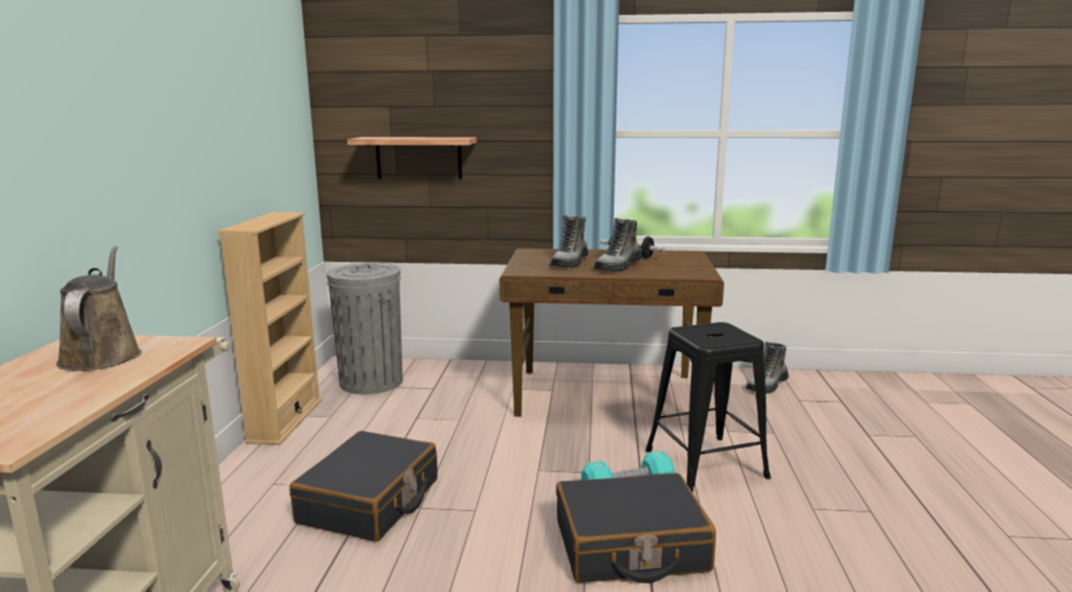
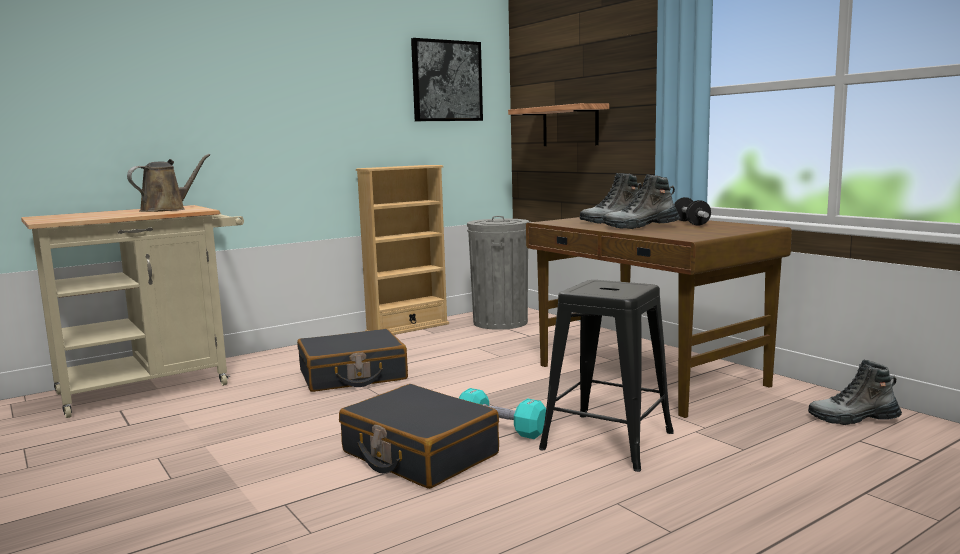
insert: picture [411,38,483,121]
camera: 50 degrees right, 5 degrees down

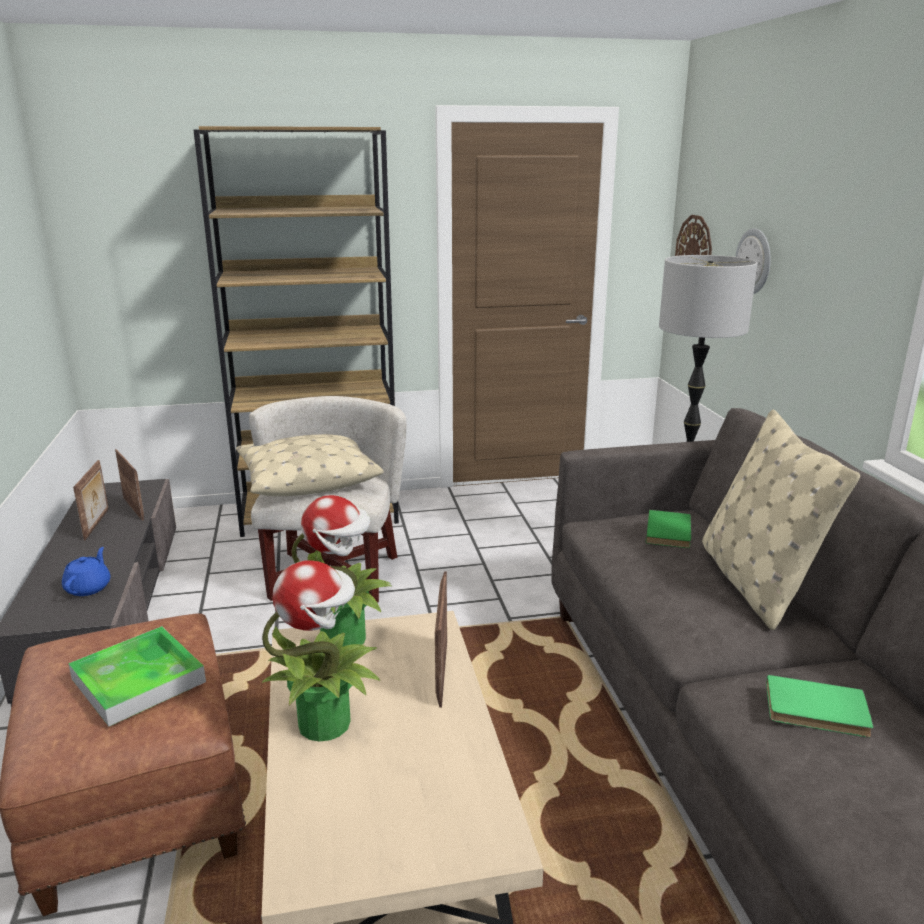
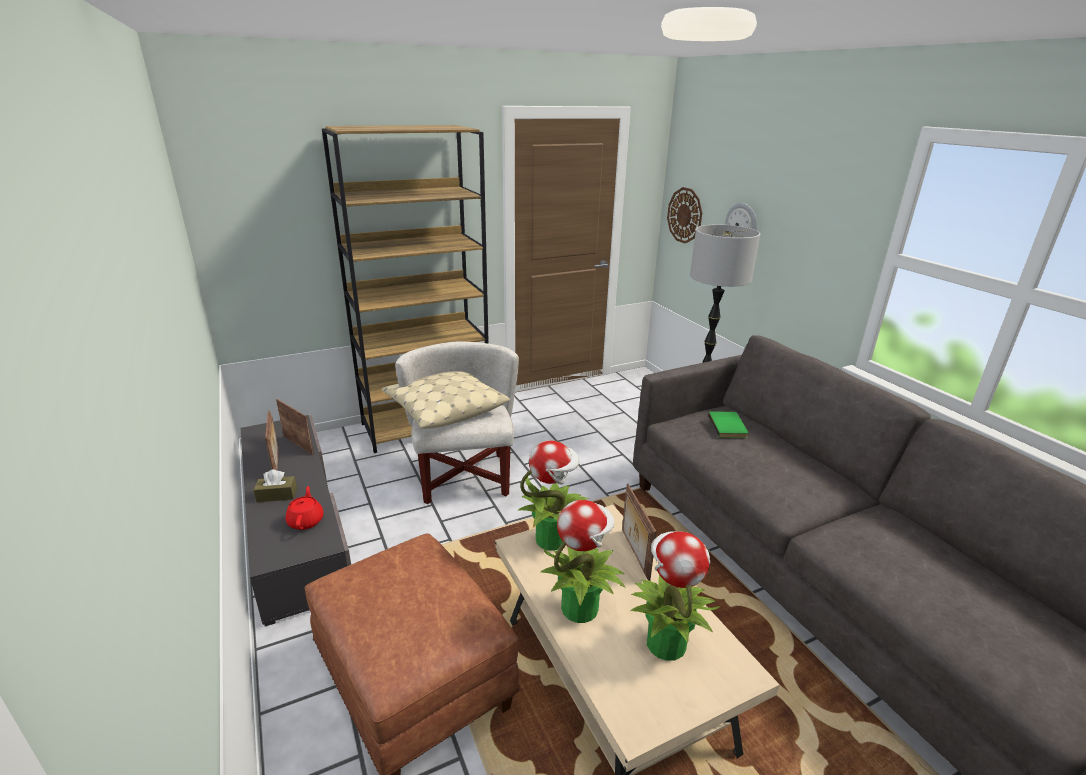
delete: tray [68,626,206,726]; pillow in beige [702,410,860,630]; book in green [766,675,874,737]
insert: tissue box in brown [254,469,297,502]; potted plant [631,531,721,660]
recolor: teapot in blue [62,547,110,596] to teapot in red [285,486,323,530]
camera: 15 degrees left, 5 degrees up

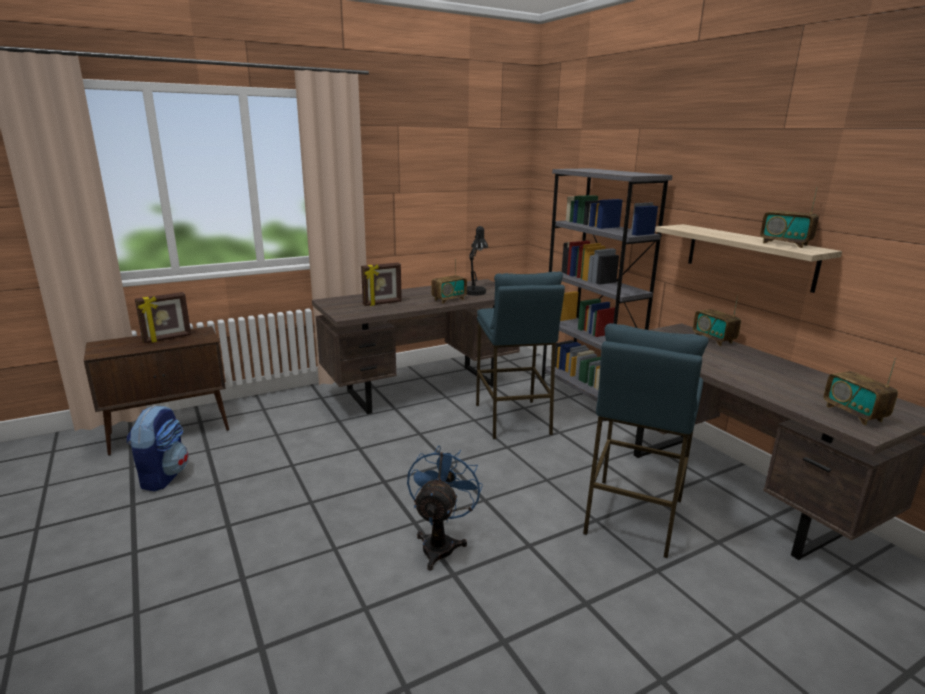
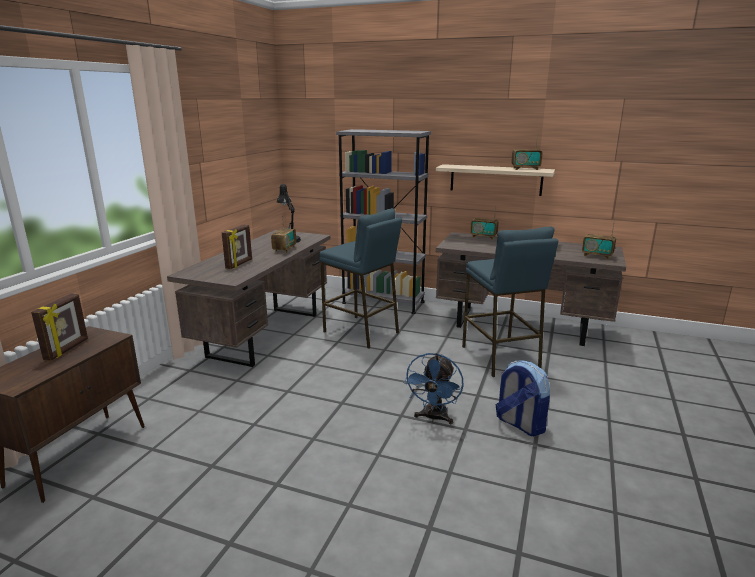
move: backpack [127,405,188,492] to [496,360,550,436]
rotate: fan in blue [407,446,483,570] = [403,353,463,424] 135 degrees counterclockwise
camera: 40 degrees left, 0 degrees up

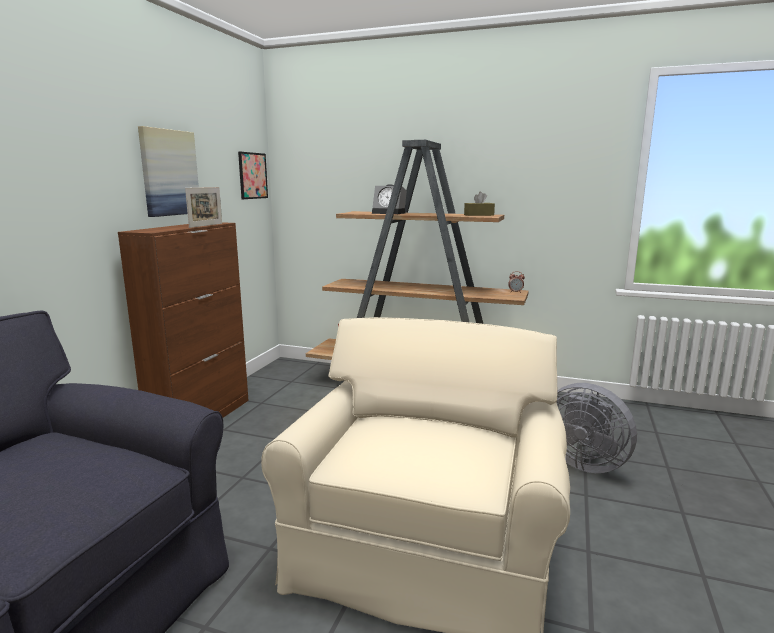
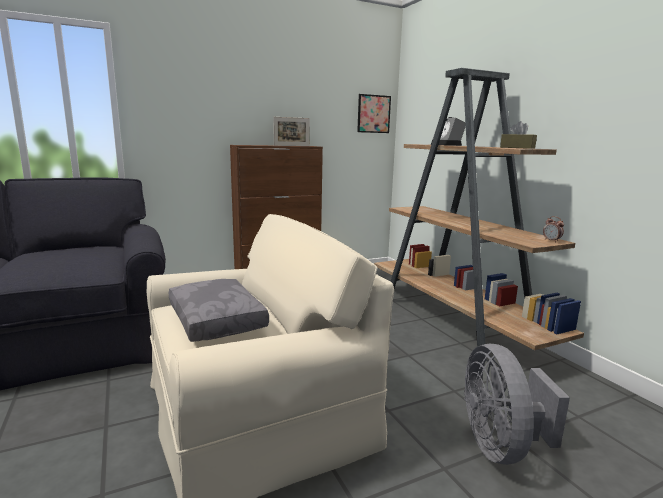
delete: picture [138,126,199,217]
insert: pillow in grey [169,279,269,342]
camera: 45 degrees right, 0 degrees up

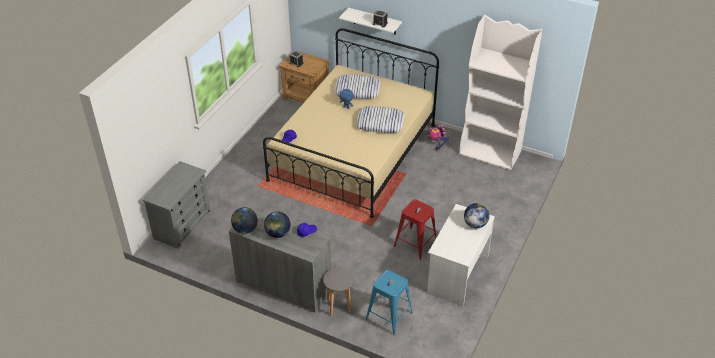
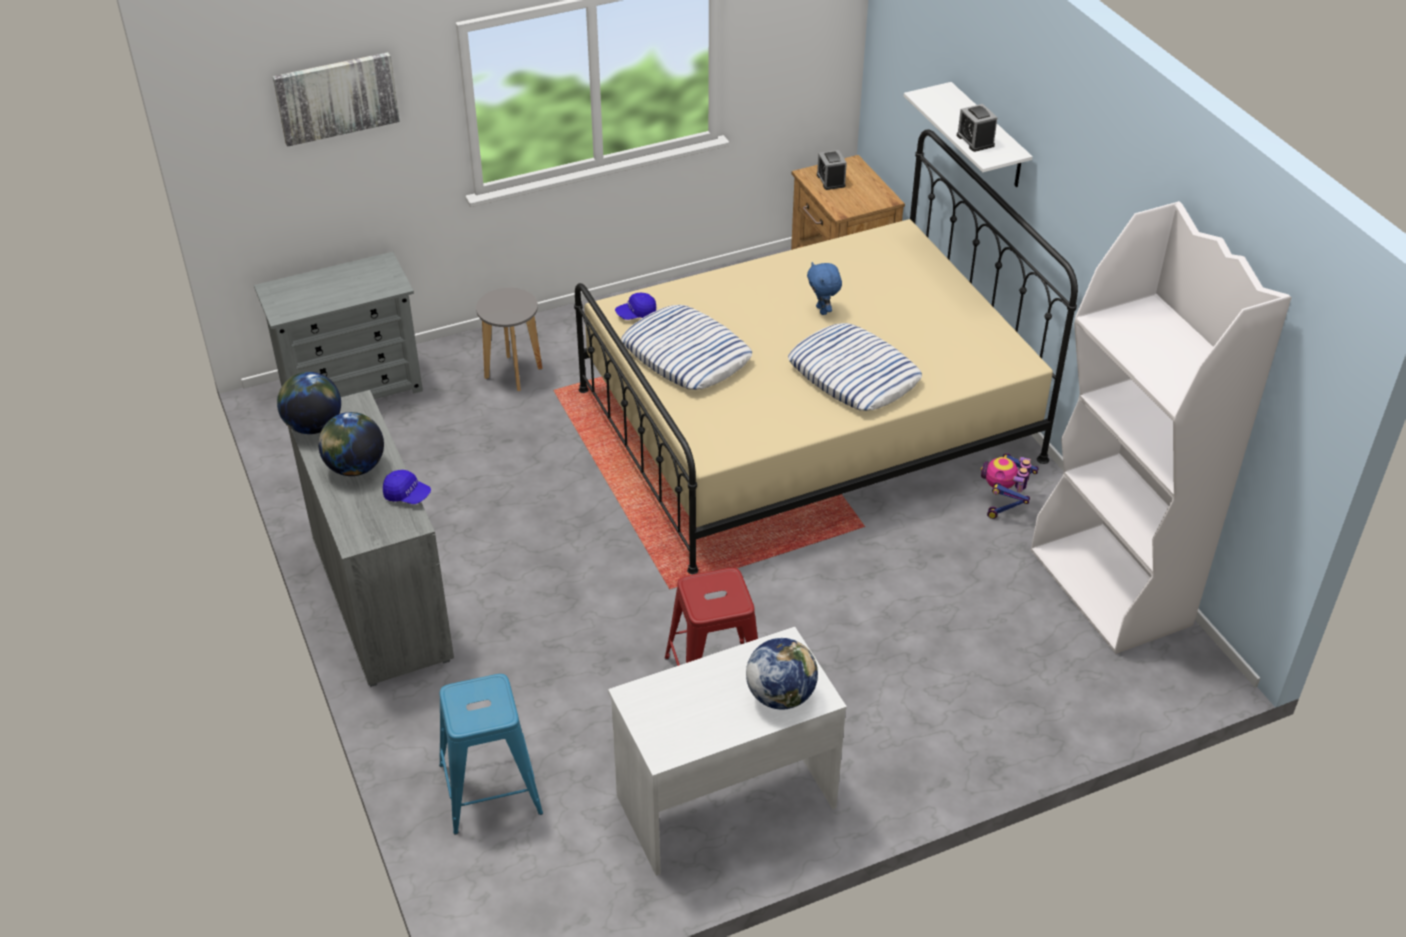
insert: picture [273,52,400,147]
move: stool in grey [323,268,354,316] to [476,288,542,391]; pillow [335,75,381,99] to [621,305,752,390]
camera: 40 degrees right, 0 degrees up

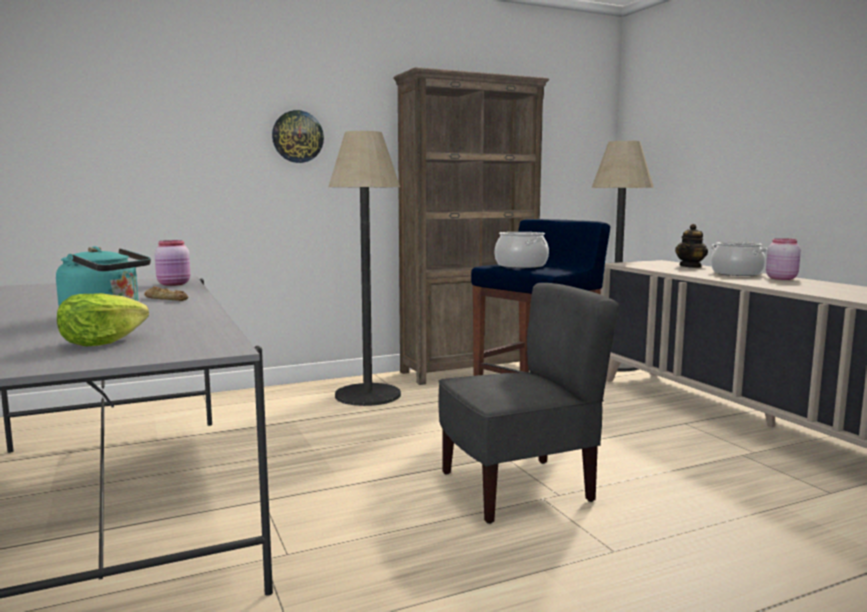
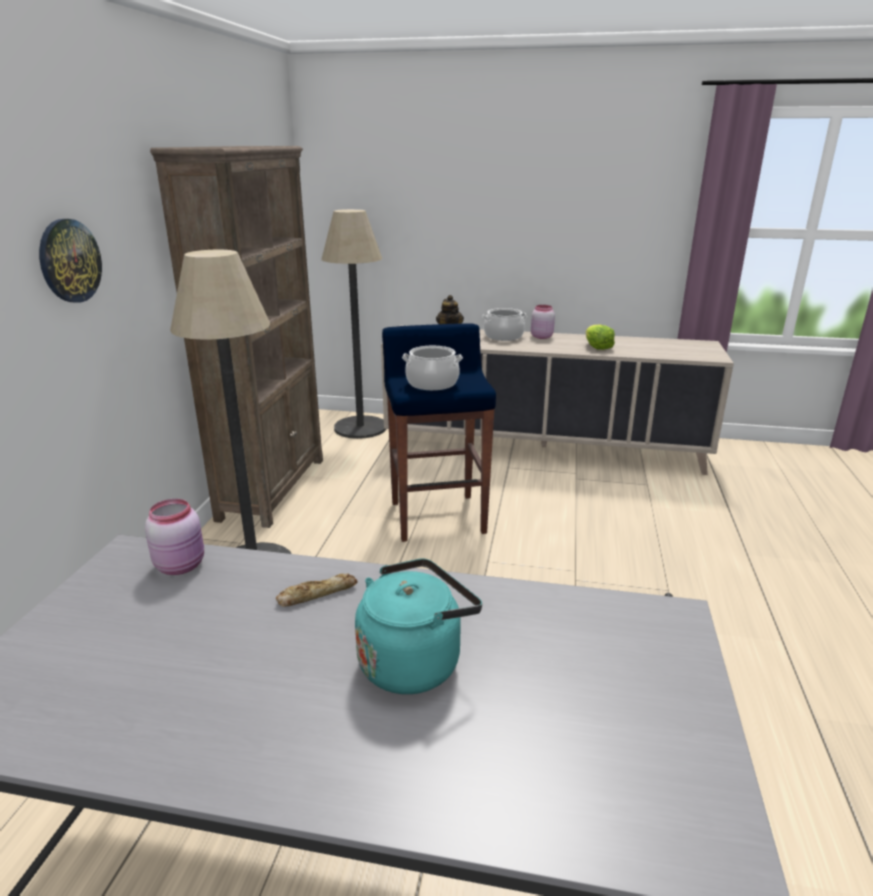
delete: chair in grey [438,283,619,524]
move: lettuce [57,293,149,347] to [586,325,615,350]
camera: 55 degrees left, 15 degrees up

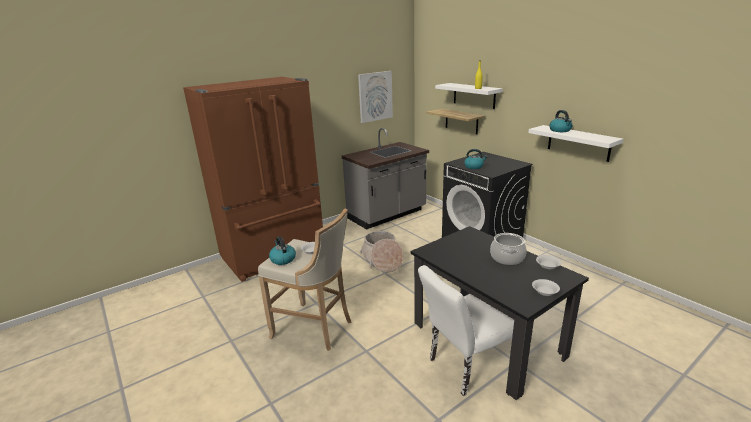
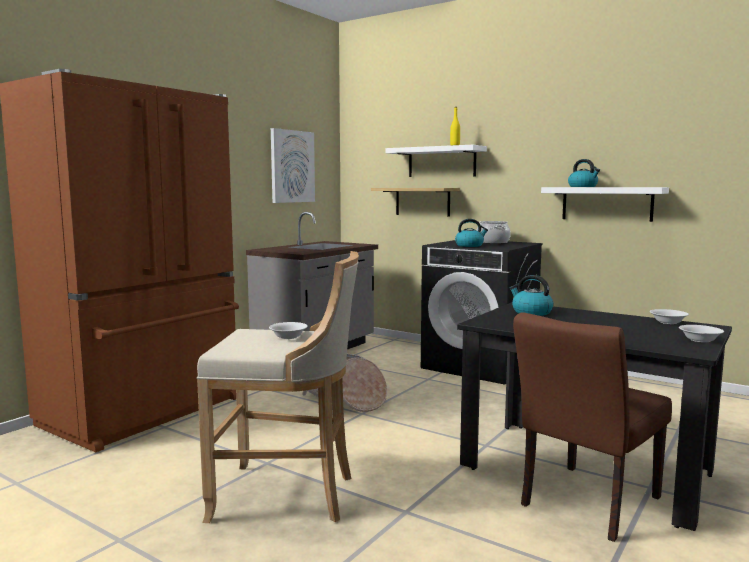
move: kettle [269,236,296,265] to [510,275,554,316]; cooking pot [490,233,526,265] to [476,221,511,244]
recolor: chair in white [418,265,514,396] to chair in brown [513,312,672,542]
camera: 20 degrees left, 15 degrees down

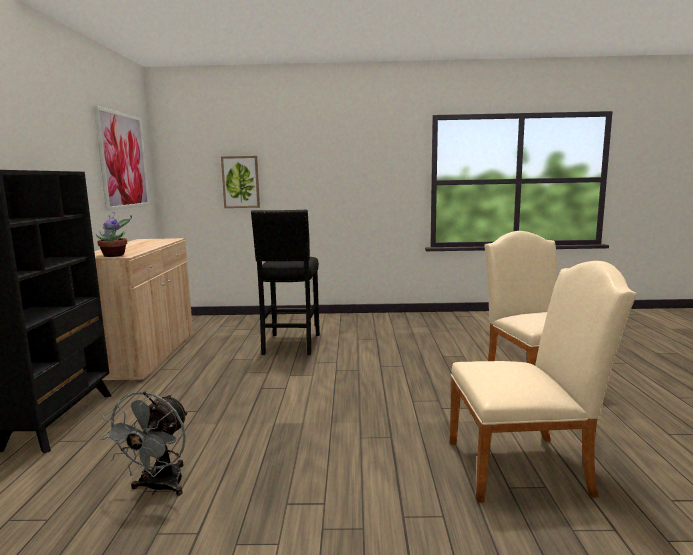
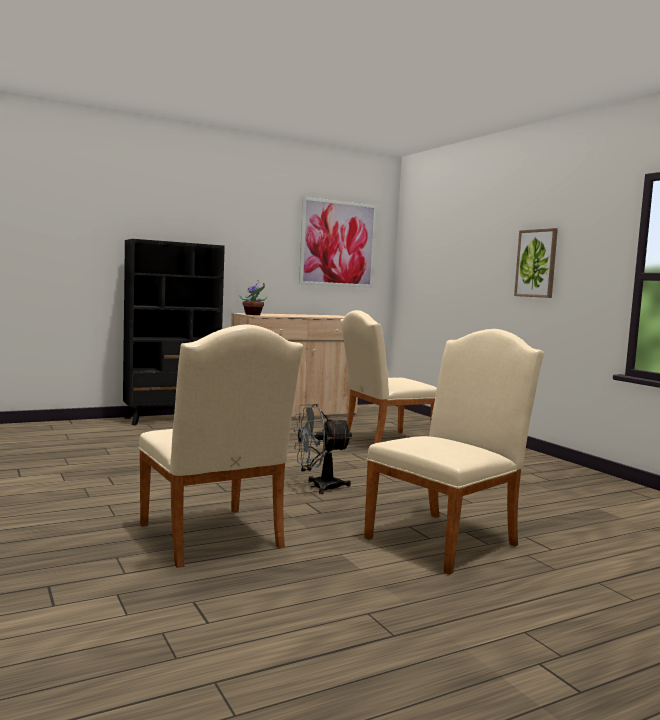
move: fan in grey [100,391,188,496] to [294,404,352,494]; picture [221,156,260,208] to [514,228,558,298]
replace: stool in black [251,209,320,355] to chair in beige [340,310,437,444]
camera: 60 degrees right, 5 degrees down

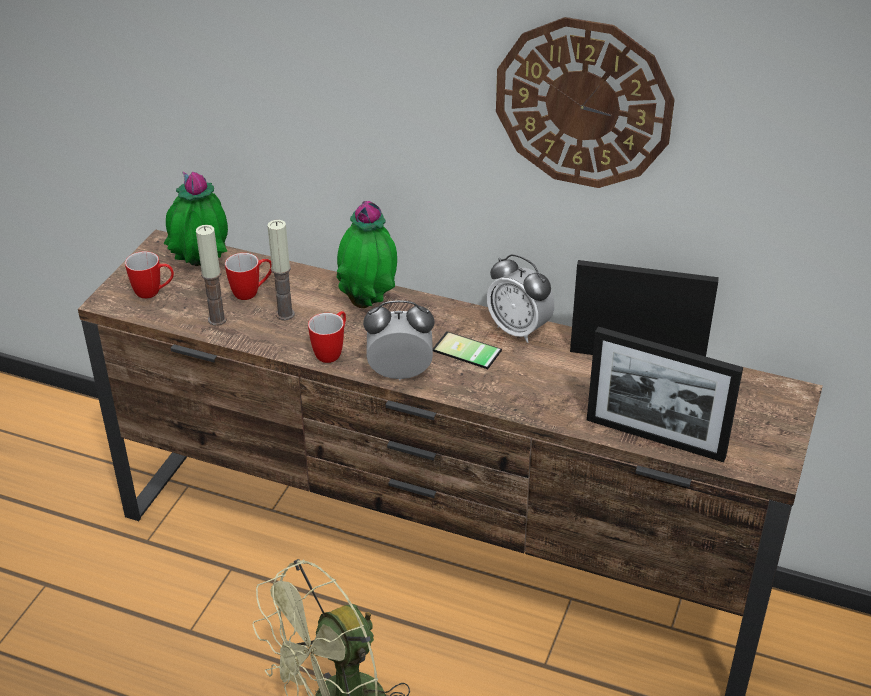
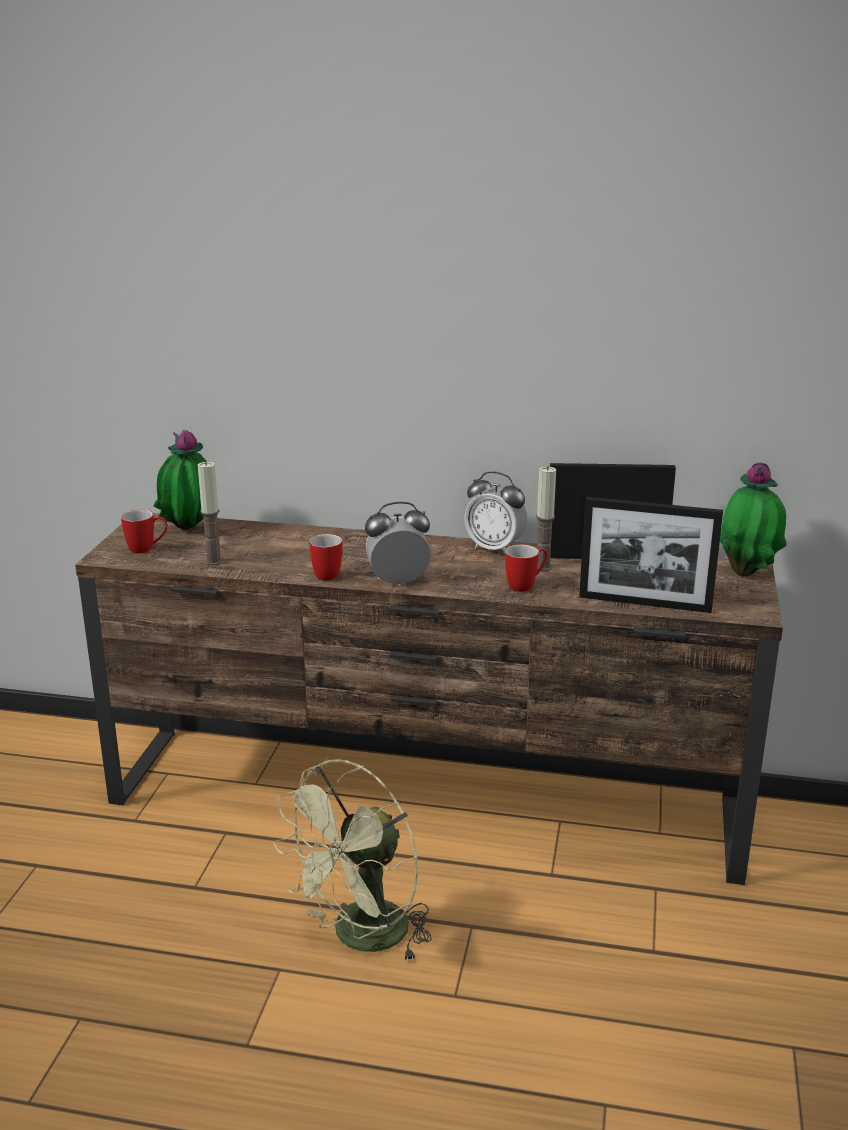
delete: phone [433,331,502,369]; wall clock [496,17,675,188]
move: mug [225,253,272,300] to [505,544,547,592]; candle [268,220,295,320] to [536,466,556,571]; potted plant [337,201,397,308] to [720,462,787,576]
camera: 10 degrees left, 15 degrees down

